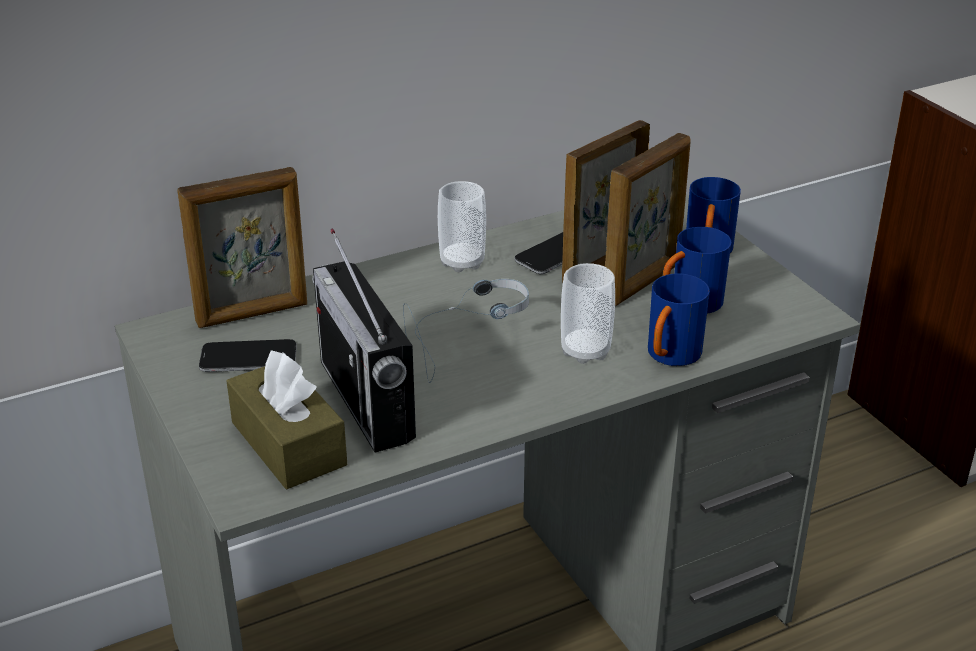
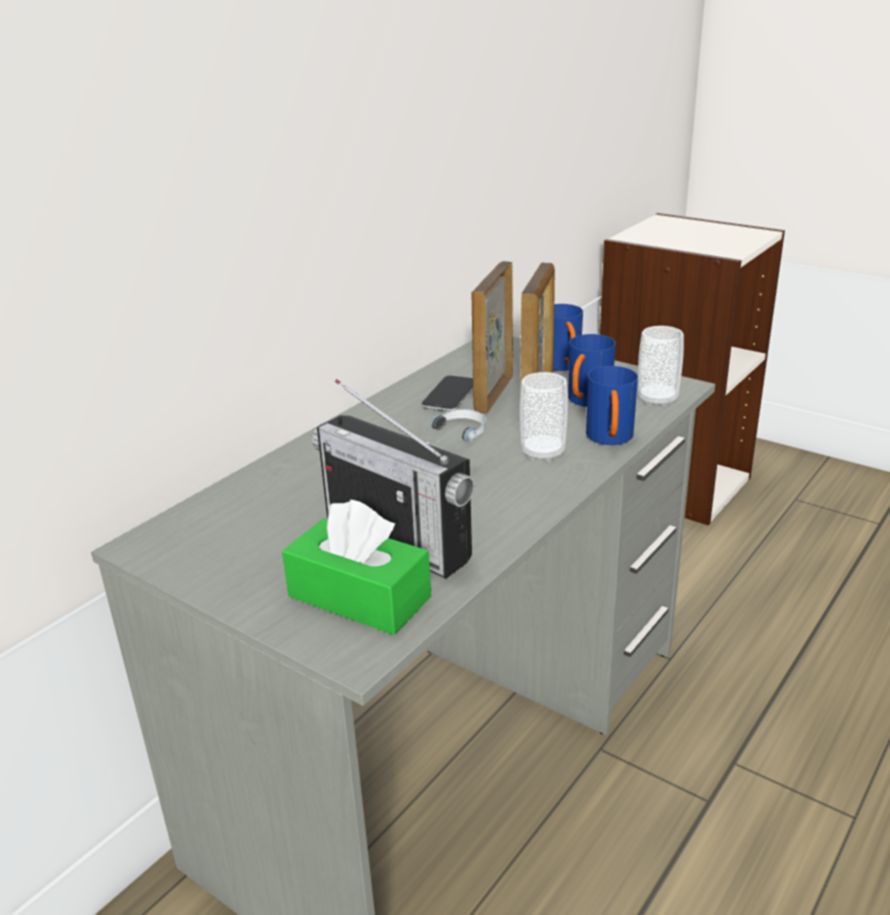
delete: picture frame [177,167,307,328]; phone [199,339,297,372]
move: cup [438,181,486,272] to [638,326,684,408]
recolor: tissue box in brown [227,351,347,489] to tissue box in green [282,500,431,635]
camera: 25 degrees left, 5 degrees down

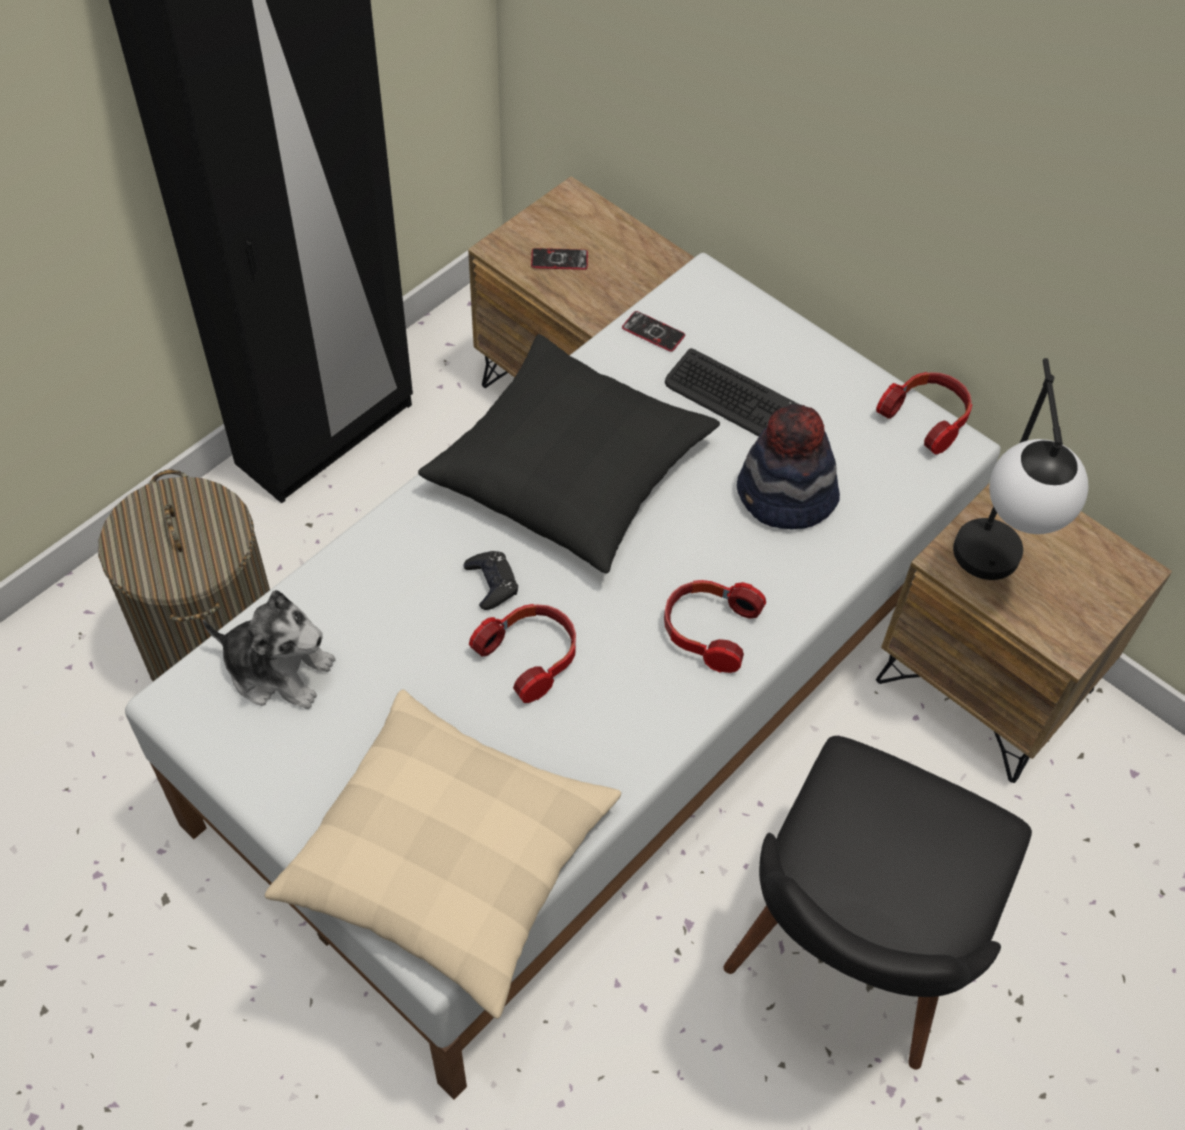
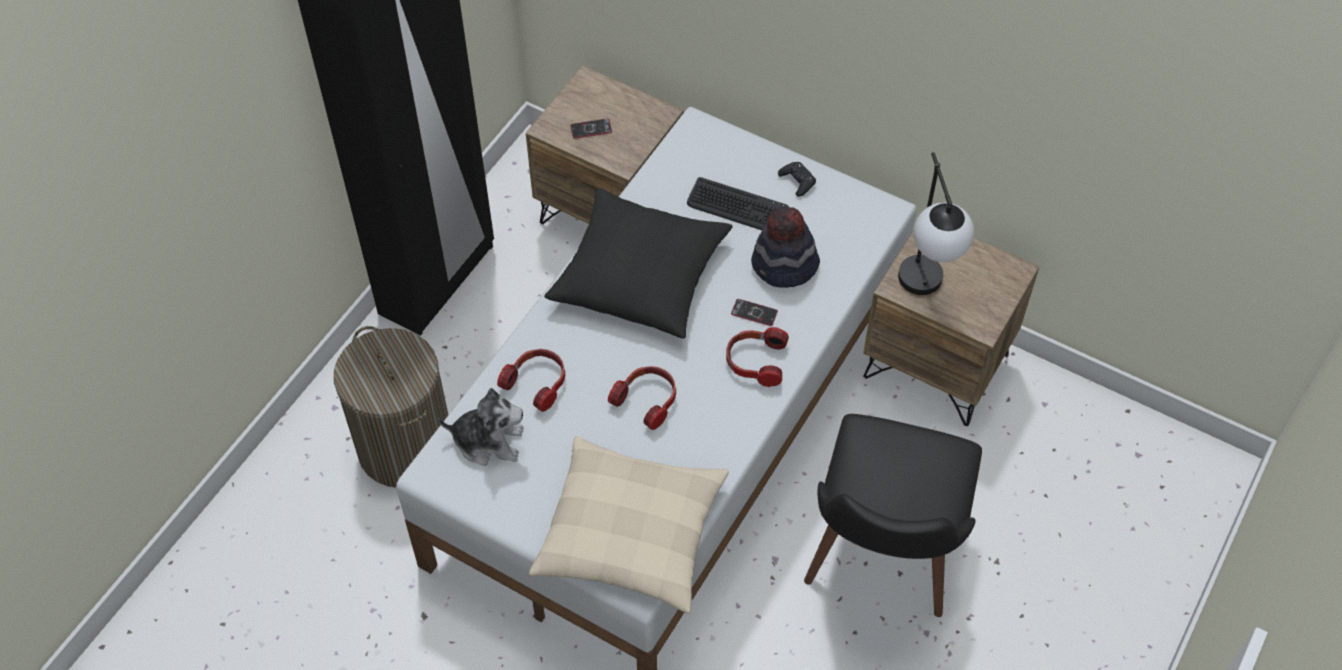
move: game controller in black [463,551,518,610] to [778,162,816,197]; phone [622,311,685,352] to [731,299,778,326]; headphones [876,372,972,455] to [497,349,565,412]
camera: 10 degrees left, 0 degrees up

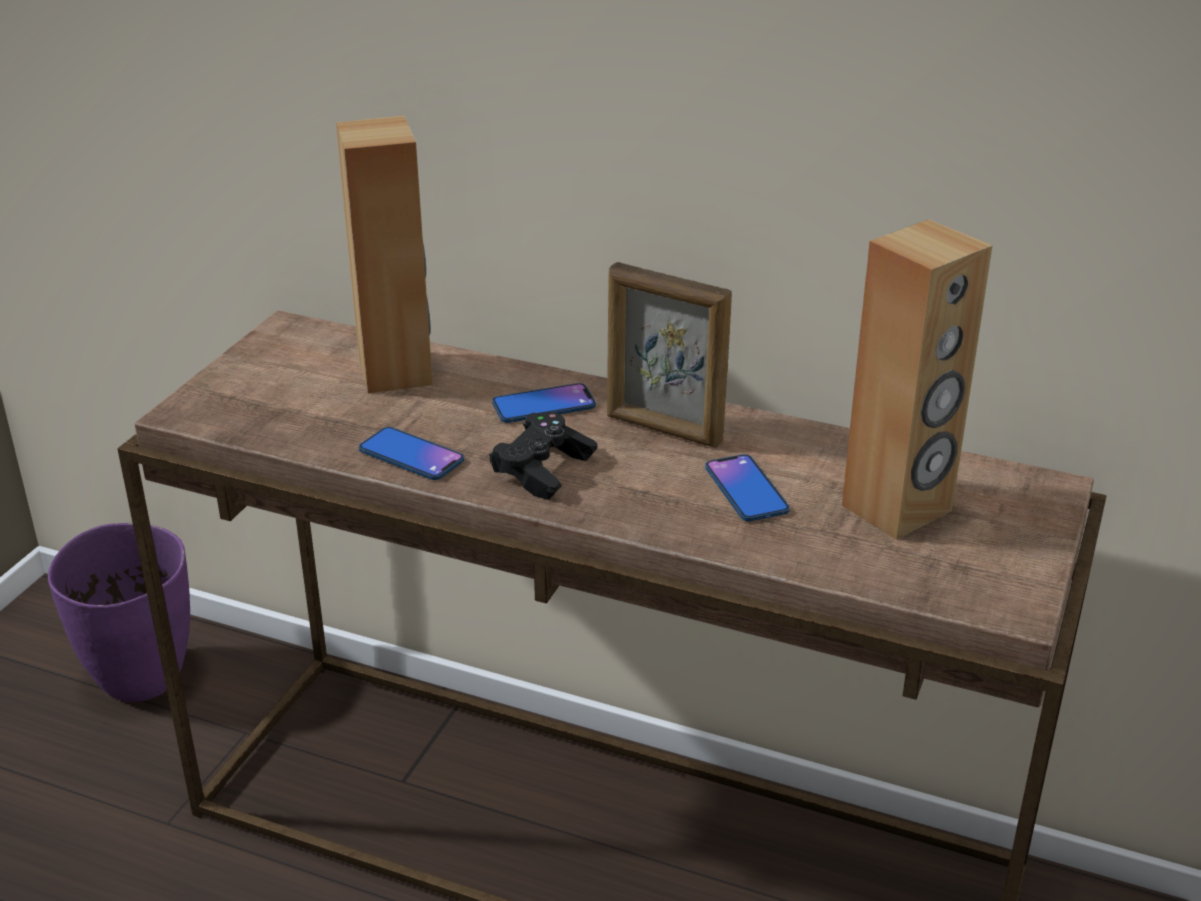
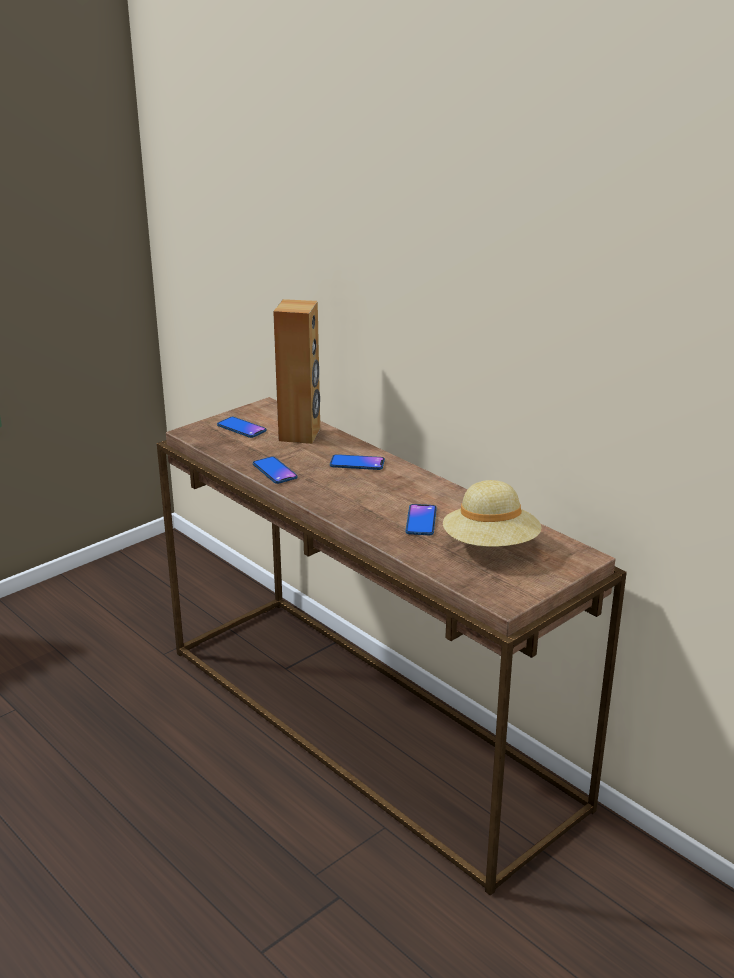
delete: vase in purple [48,523,190,702]; game controller in black [489,412,597,500]; picture frame [607,262,732,448]
insert: phone [217,417,267,438]
replace: speaker in brown [842,219,993,540] to hat in beige [443,480,542,547]
camera: 25 degrees right, 5 degrees down

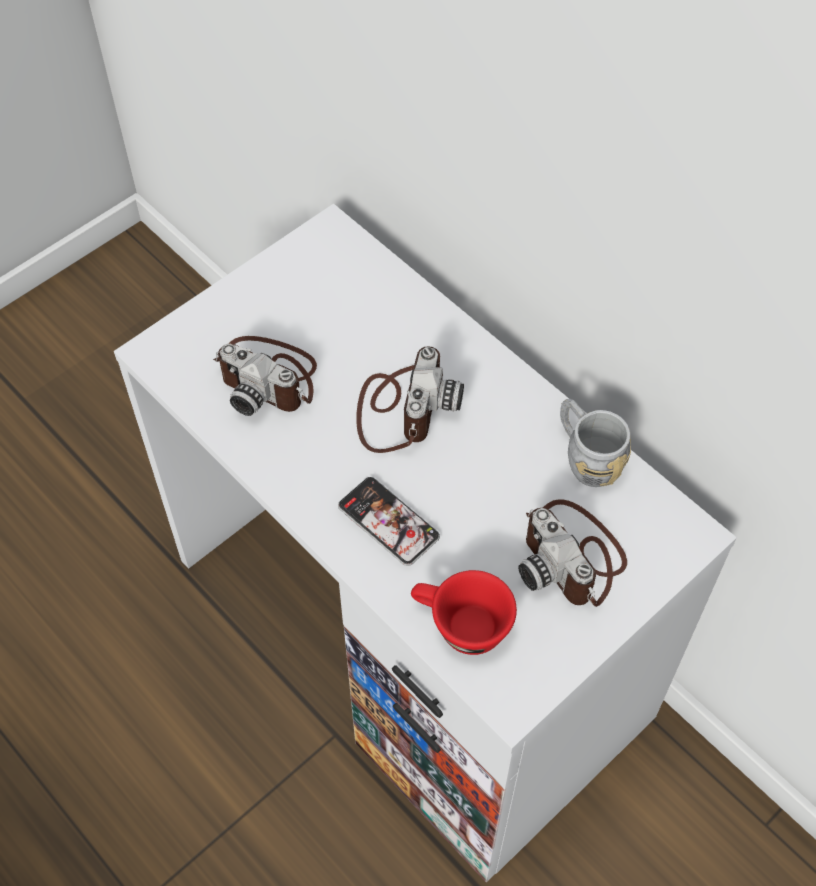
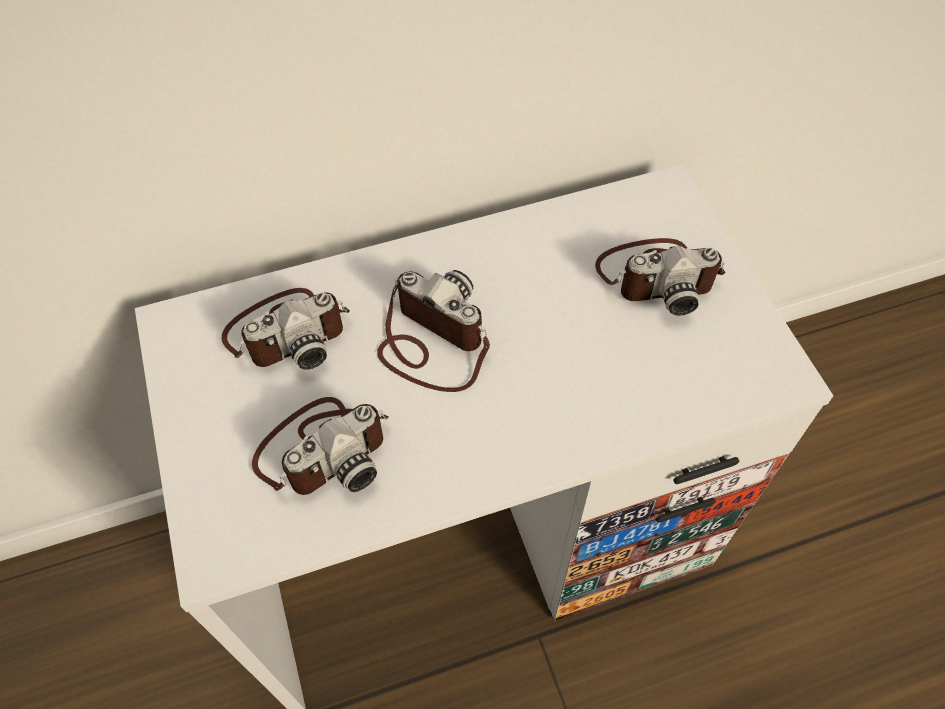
delete: phone [338,477,440,566]; cup in red [411,570,517,655]; mug in grey [560,398,631,487]
insert: photo camera [222,288,350,370]
camera: 65 degrees left, 0 degrees up

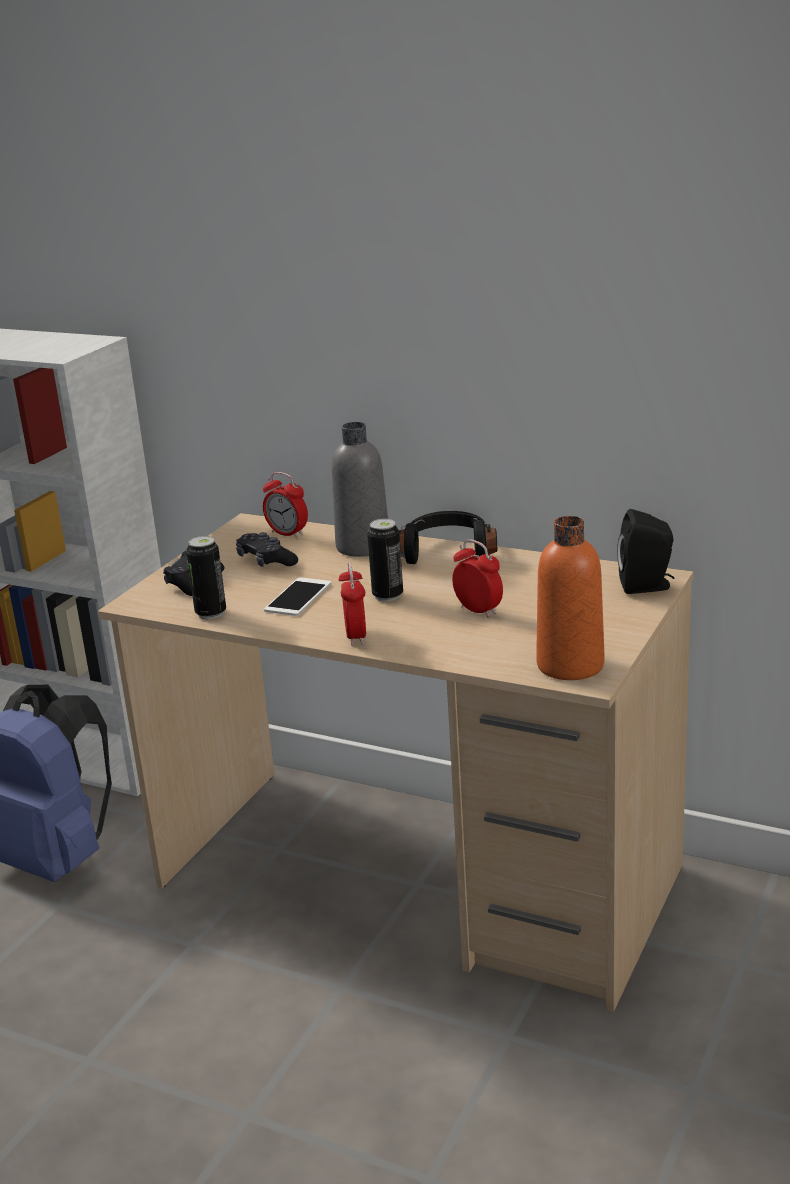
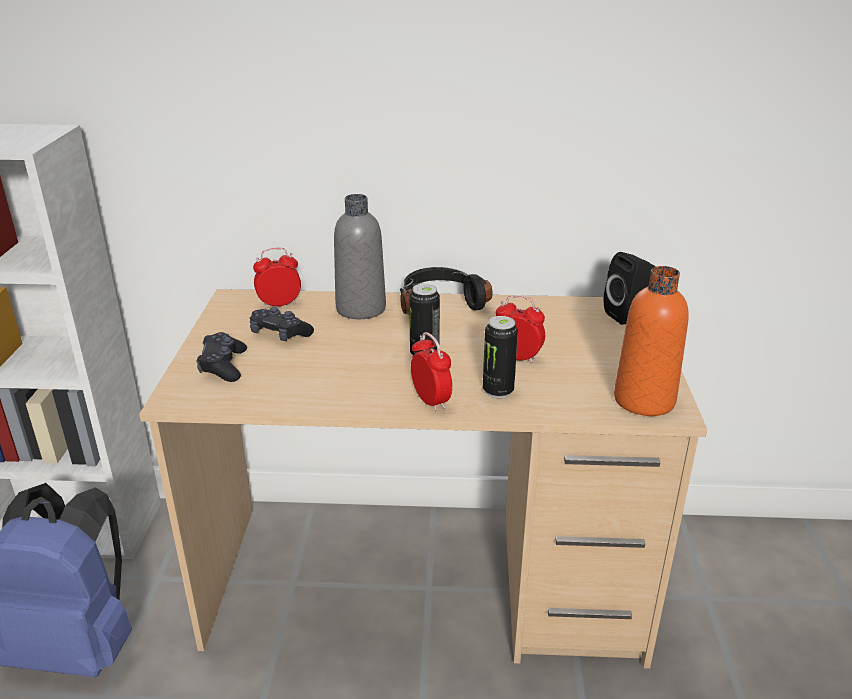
delete: phone [264,577,331,616]
move: can [186,536,226,619] to [483,316,518,398]
rotate: alarm clock [263,472,308,538] = [253,247,301,308] 150 degrees clockwise
camera: 25 degrees left, 5 degrees up

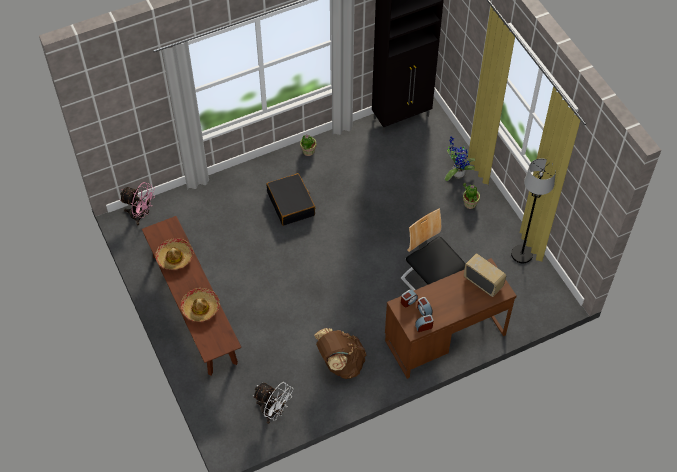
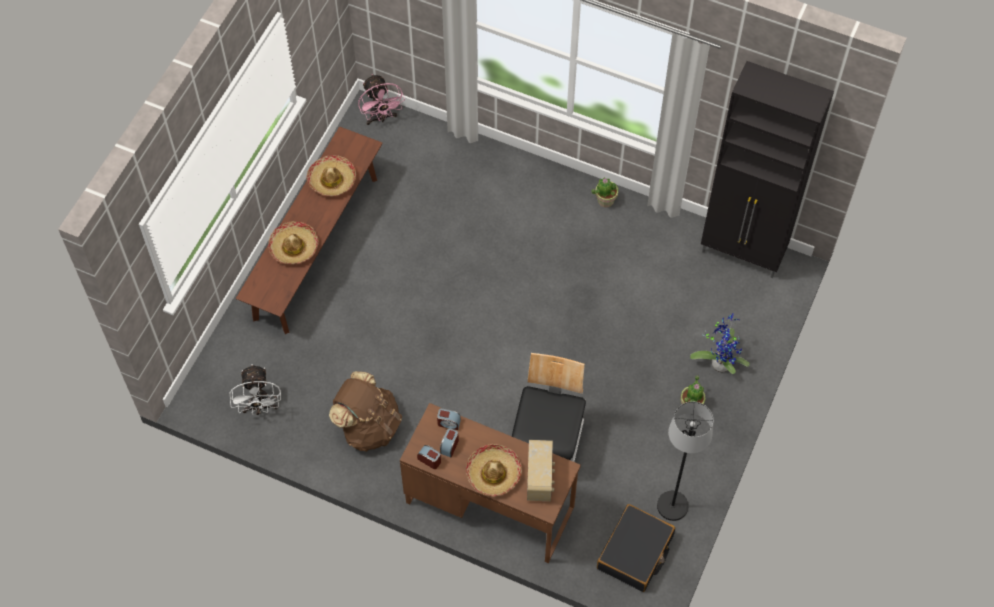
insert: hat [466,444,522,496]
move: suitcase in black [266,173,315,226] to [597,504,675,592]
camera: 50 degrees right, 5 degrees up

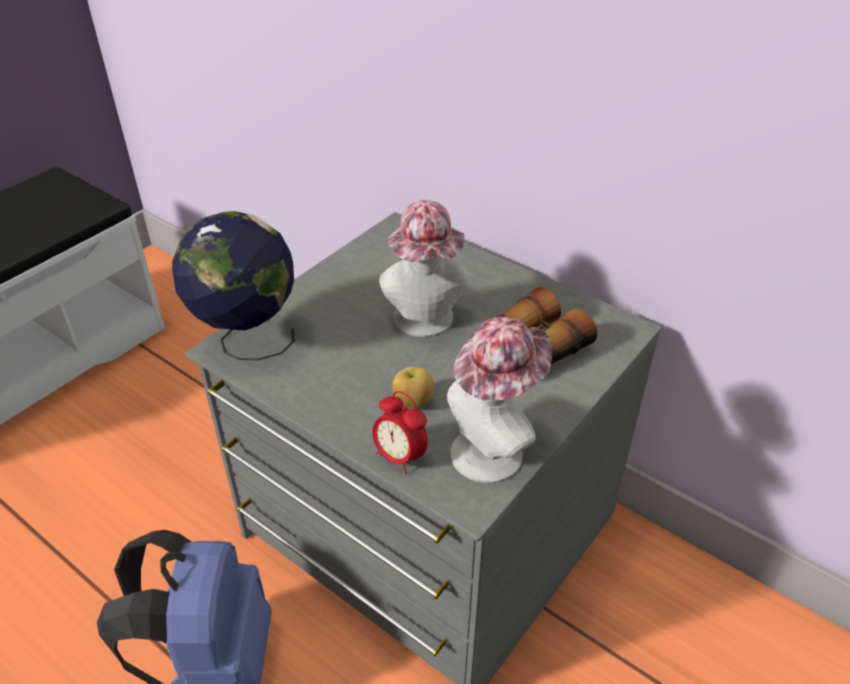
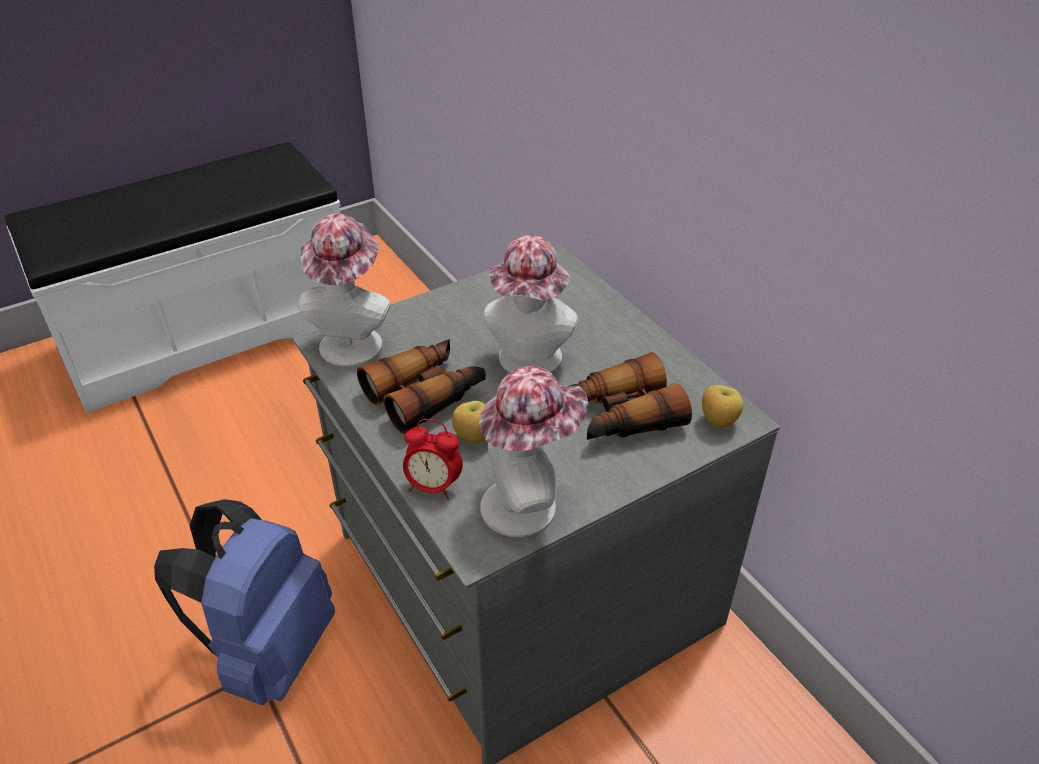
insert: binoculars [357,339,486,434]; apple [702,385,743,428]
replace: globe [172,211,295,360] to hat [298,214,391,367]
rotate: alarm clock [372,391,428,474] = [403,419,463,500] 45 degrees counterclockwise
camera: 20 degrees right, 0 degrees up

